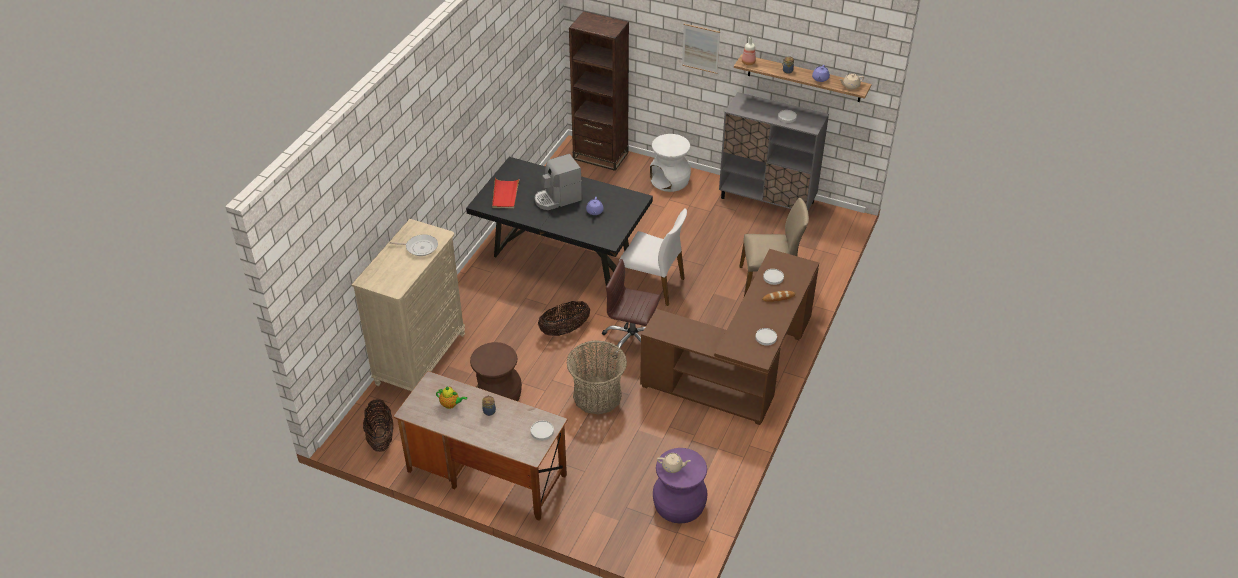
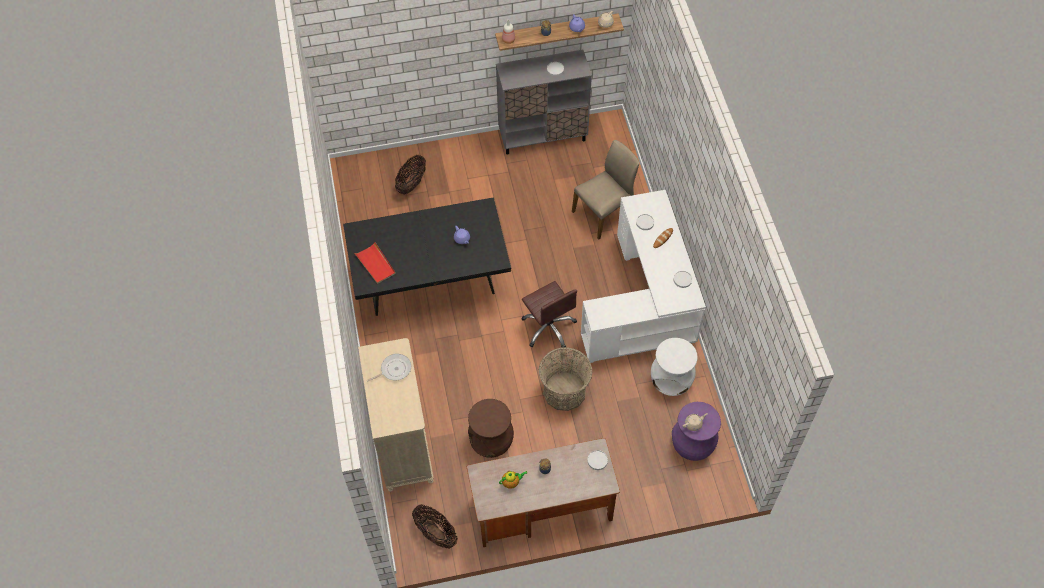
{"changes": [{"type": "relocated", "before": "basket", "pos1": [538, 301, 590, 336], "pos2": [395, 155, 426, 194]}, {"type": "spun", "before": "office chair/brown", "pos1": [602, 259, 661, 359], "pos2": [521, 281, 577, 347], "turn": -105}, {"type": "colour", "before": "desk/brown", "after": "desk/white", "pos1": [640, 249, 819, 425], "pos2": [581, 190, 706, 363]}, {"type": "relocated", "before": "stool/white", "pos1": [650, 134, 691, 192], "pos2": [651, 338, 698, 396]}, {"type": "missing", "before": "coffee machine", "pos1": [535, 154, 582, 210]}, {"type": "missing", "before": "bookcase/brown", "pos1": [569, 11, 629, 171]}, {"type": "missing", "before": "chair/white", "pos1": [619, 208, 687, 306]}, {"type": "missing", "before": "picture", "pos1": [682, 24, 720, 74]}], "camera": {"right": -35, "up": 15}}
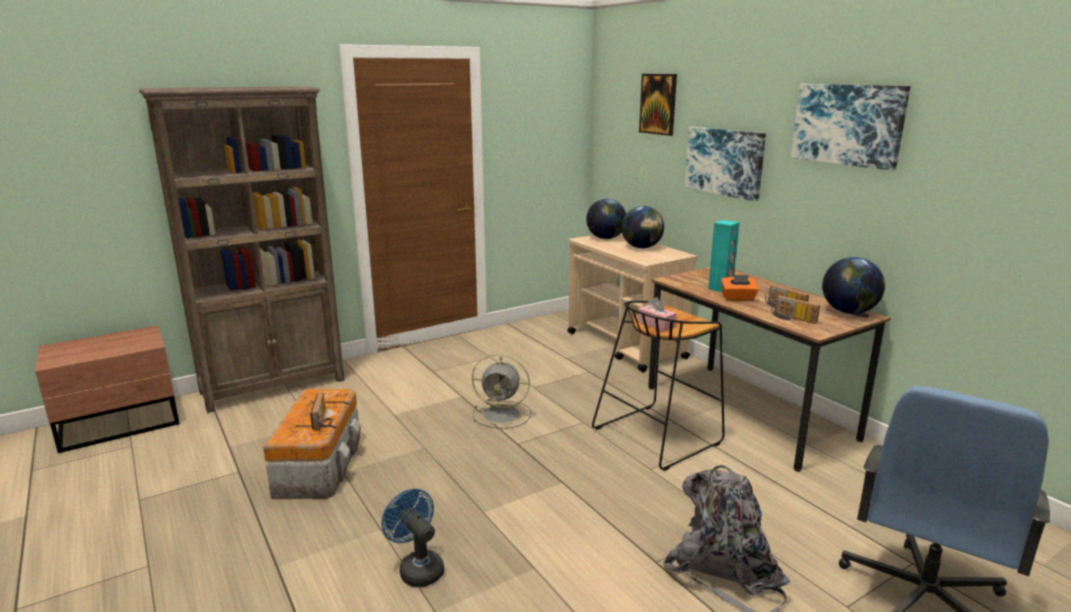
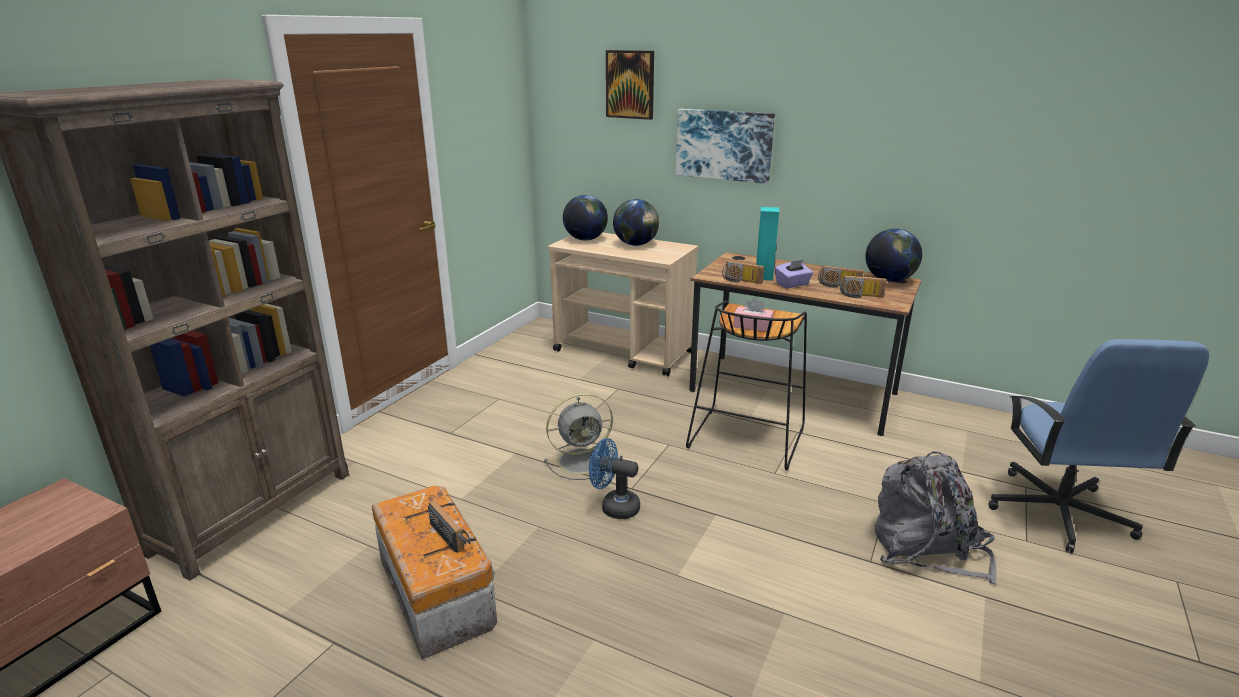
{"changes": [{"type": "relocated", "before": "fan/blue", "pos1": [382, 489, 444, 587], "pos2": [589, 438, 640, 519]}, {"type": "appeared", "after": "radio", "pos2": [722, 261, 764, 284]}, {"type": "colour", "before": "tissue box/orange", "after": "tissue box/purple", "pos1": [721, 274, 759, 301], "pos2": [775, 260, 813, 288]}, {"type": "missing", "before": "picture", "pos1": [791, 84, 910, 171]}], "camera": {"right": -30, "up": 5}}
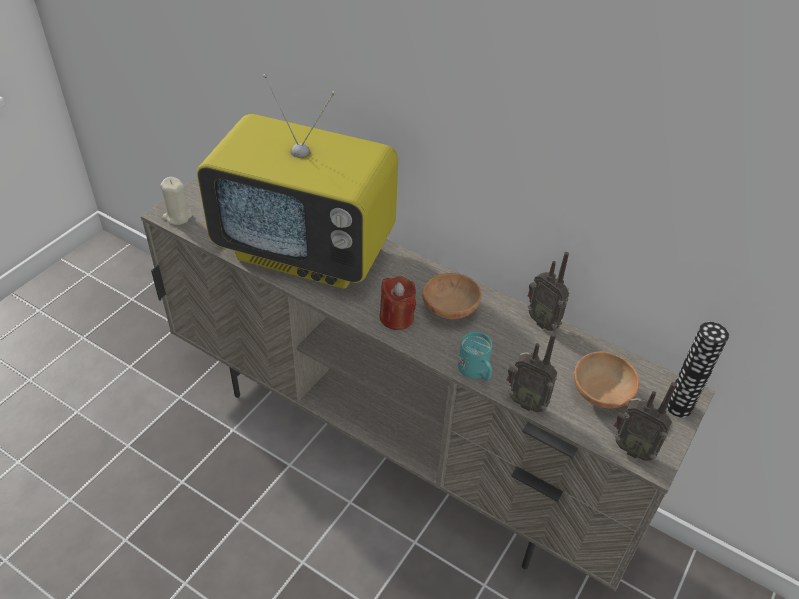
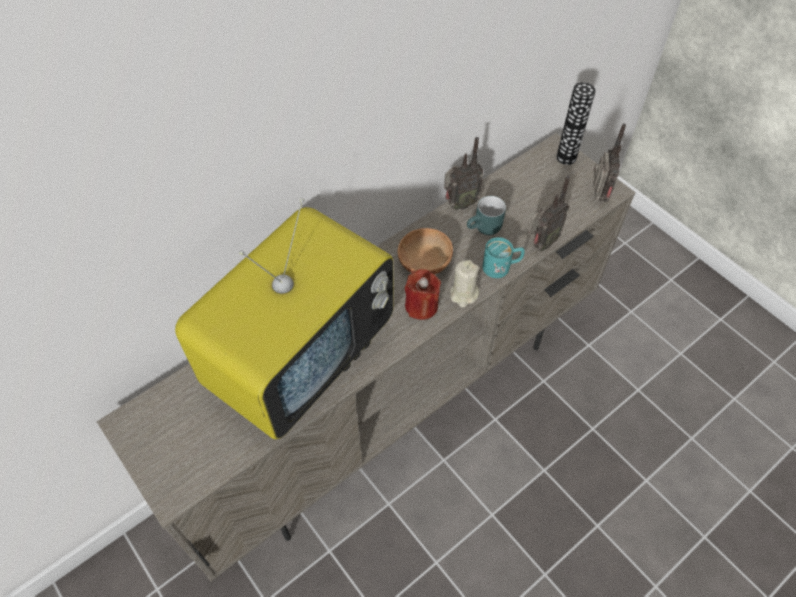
{"changes": [{"type": "relocated", "before": "candle/beige", "pos1": [160, 177, 193, 225], "pos2": [450, 260, 479, 308]}, {"type": "appeared", "after": "mug/turquoise", "pos2": [467, 196, 506, 235]}, {"type": "spun", "before": "radio", "pos1": [614, 382, 676, 461], "pos2": [593, 123, 626, 202], "turn": -45}, {"type": "missing", "before": "bowl/brown", "pos1": [574, 351, 639, 408]}], "camera": {"right": -70, "up": 10}}
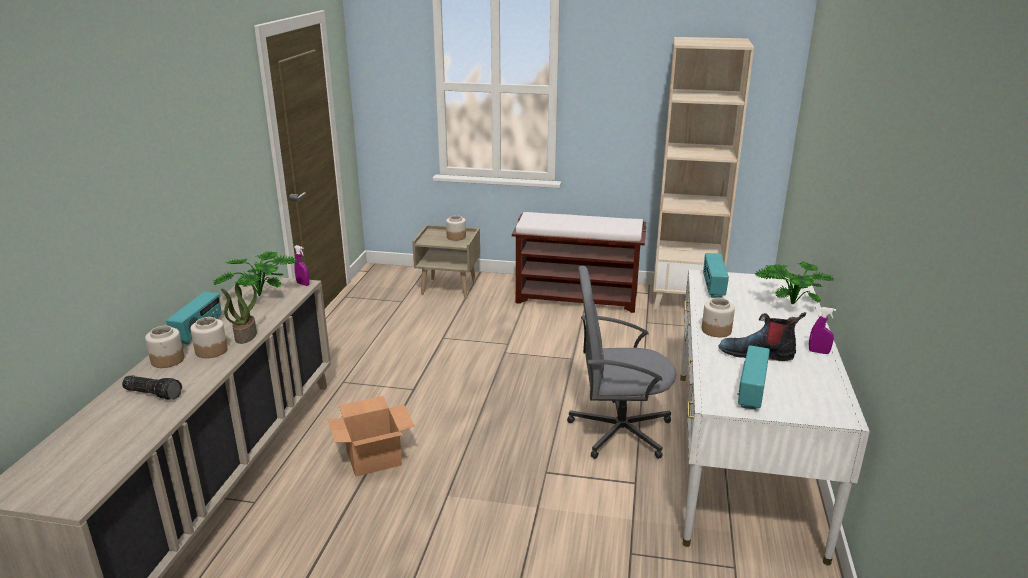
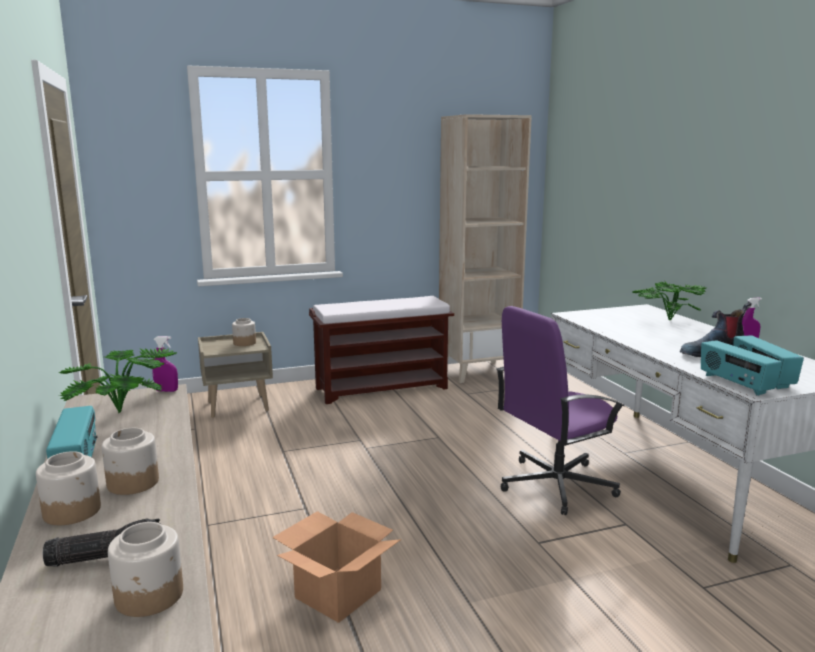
{"changes": [{"type": "relocated", "before": "jar", "pos1": [702, 298, 735, 337], "pos2": [108, 522, 183, 617]}, {"type": "colour", "before": "office chair/grey", "after": "office chair/purple", "pos1": [567, 266, 676, 459], "pos2": [496, 306, 624, 515]}, {"type": "relocated", "before": "radio", "pos1": [703, 253, 729, 298], "pos2": [701, 340, 782, 396]}, {"type": "missing", "before": "potted plant", "pos1": [221, 283, 257, 344]}], "camera": {"right": -30, "up": -10}}
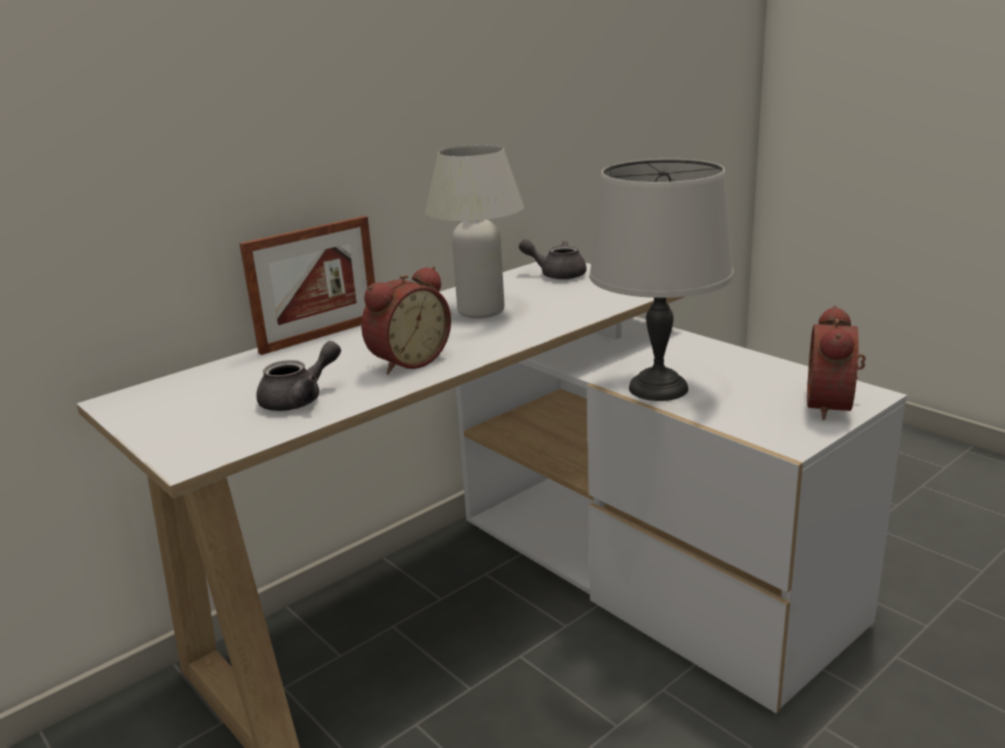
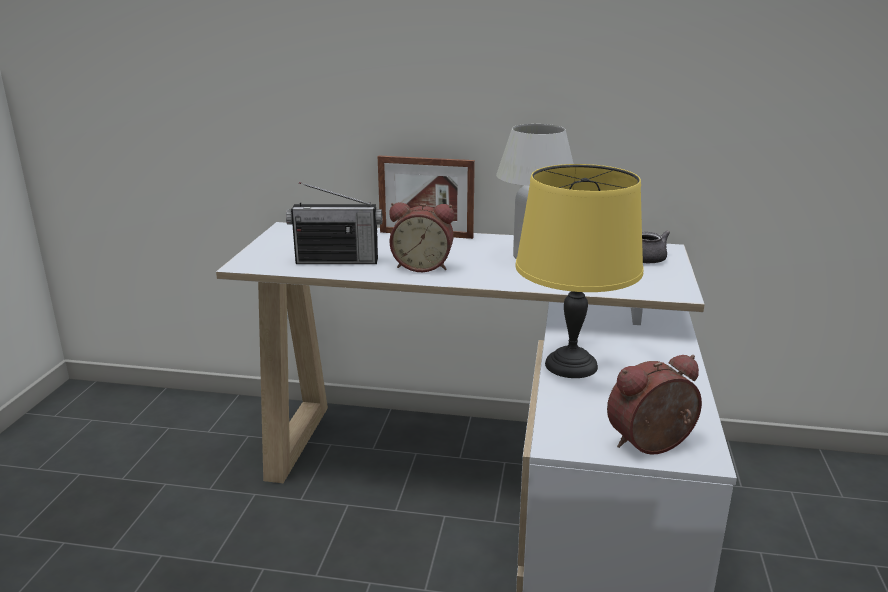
{"changes": [{"type": "exchanged", "before": "teapot/grey", "after": "radio", "pos1": [256, 341, 341, 411], "pos2": [286, 182, 382, 264]}, {"type": "colour", "before": "table lamp/grey", "after": "table lamp/yellow", "pos1": [589, 159, 734, 401], "pos2": [515, 164, 644, 378]}], "camera": {"right": 50, "up": 0}}
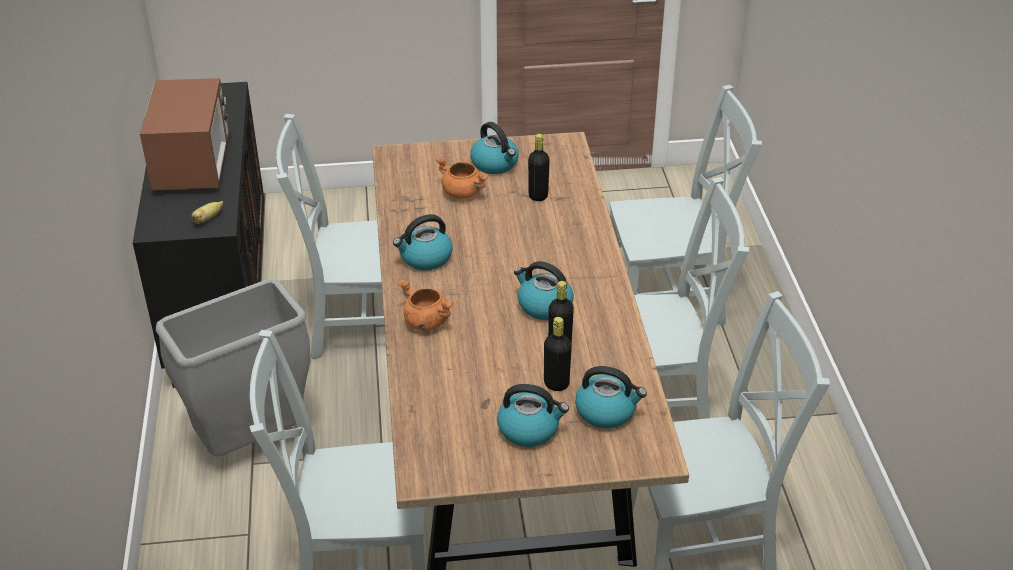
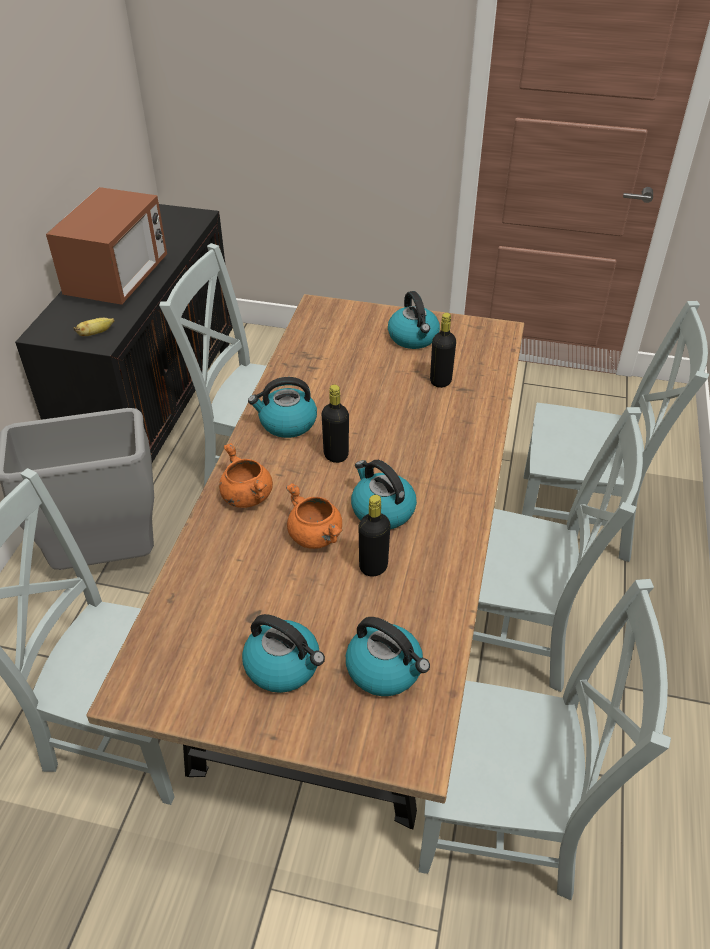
{"changes": [{"type": "relocated", "before": "cooking pot/orange", "pos1": [435, 157, 489, 199], "pos2": [286, 483, 342, 549]}, {"type": "relocated", "before": "bottle/black", "pos1": [544, 317, 572, 391], "pos2": [322, 385, 349, 463]}], "camera": {"right": 20, "up": 5}}
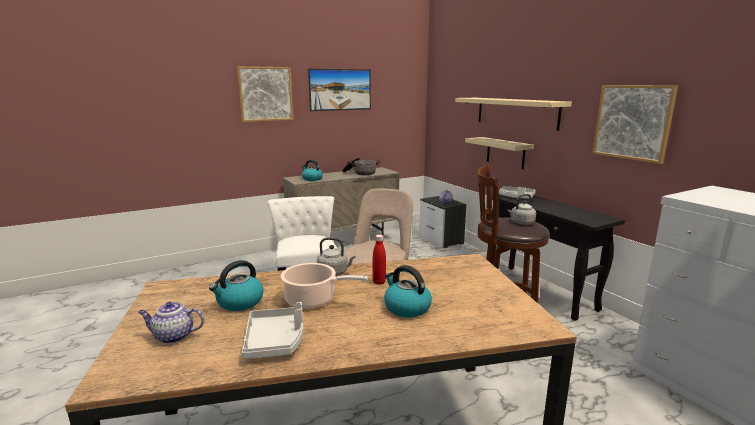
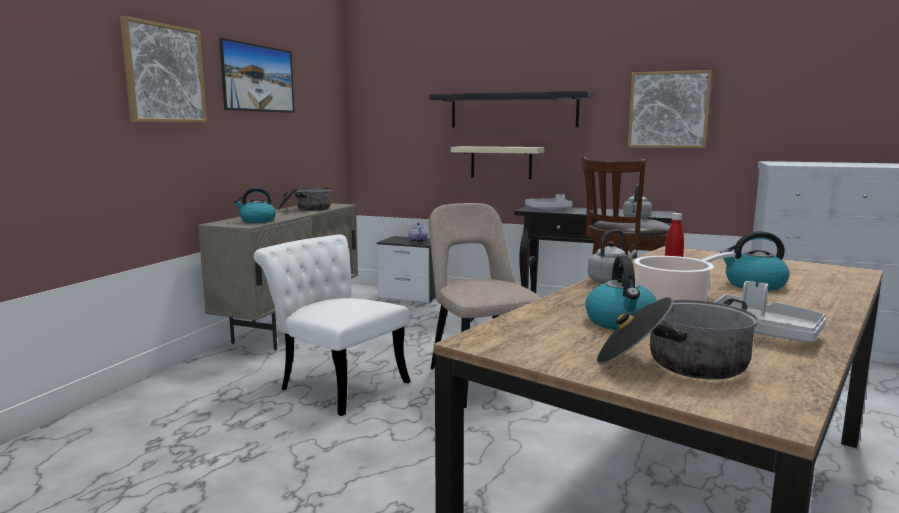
{"changes": [{"type": "colour", "before": "shelf/beige", "after": "shelf/black", "pos1": [455, 98, 572, 131], "pos2": [429, 91, 593, 127]}, {"type": "exchanged", "before": "teapot", "after": "cooking pot", "pos1": [138, 302, 204, 344], "pos2": [596, 297, 758, 380]}], "camera": {"right": -40, "up": -5}}
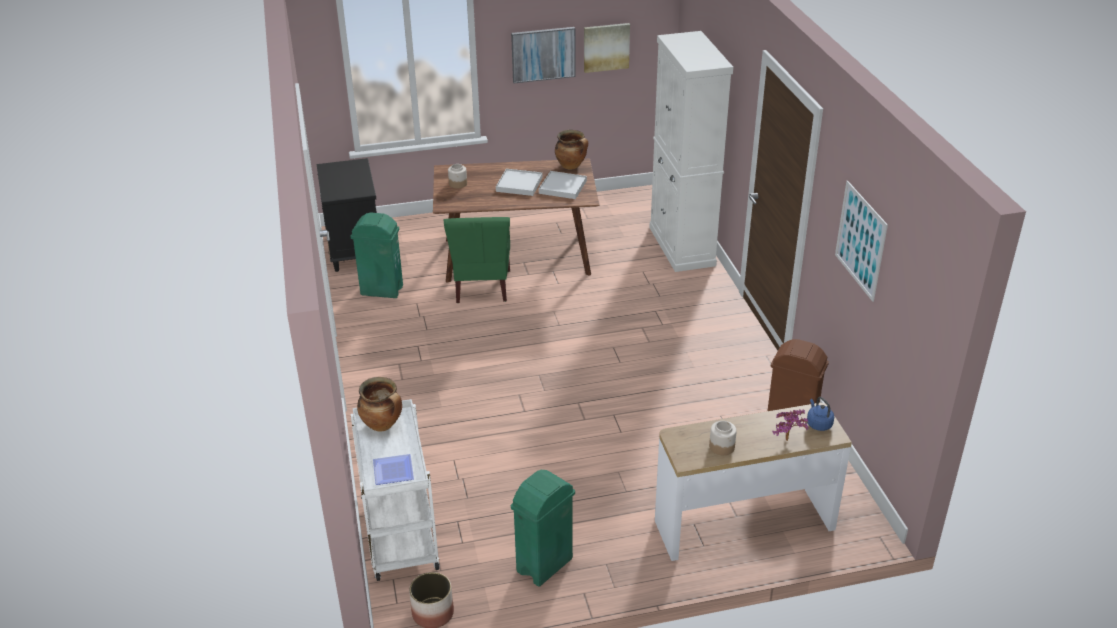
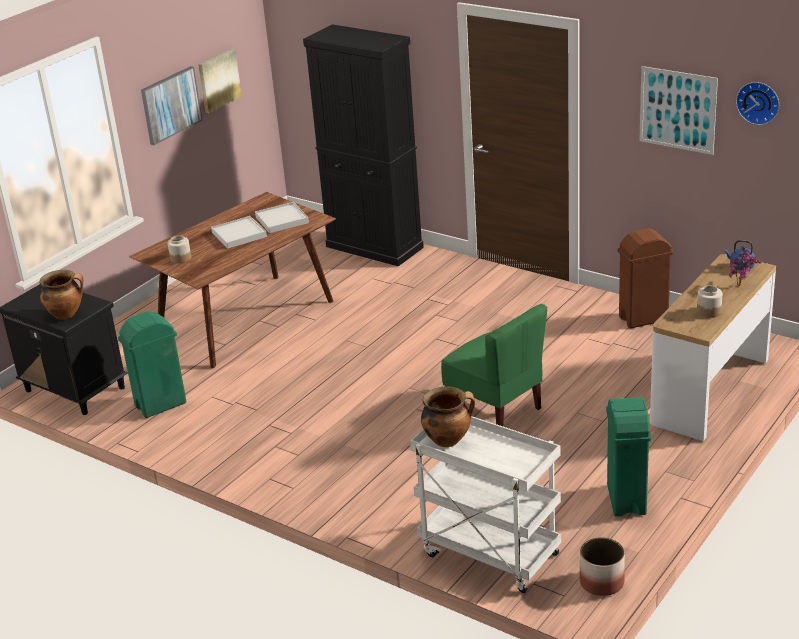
{"changes": [{"type": "relocated", "before": "cooking pot", "pos1": [555, 130, 588, 170], "pos2": [40, 270, 83, 320]}, {"type": "colour", "before": "cabinet/white", "after": "cabinet/black", "pos1": [649, 31, 733, 272], "pos2": [303, 24, 424, 266]}, {"type": "relocated", "before": "chair/green", "pos1": [444, 217, 510, 303], "pos2": [441, 304, 547, 426]}, {"type": "appeared", "after": "wall clock", "pos2": [736, 82, 779, 125]}, {"type": "missing", "before": "plate", "pos1": [373, 454, 414, 485]}], "camera": {"right": -40, "up": -5}}
